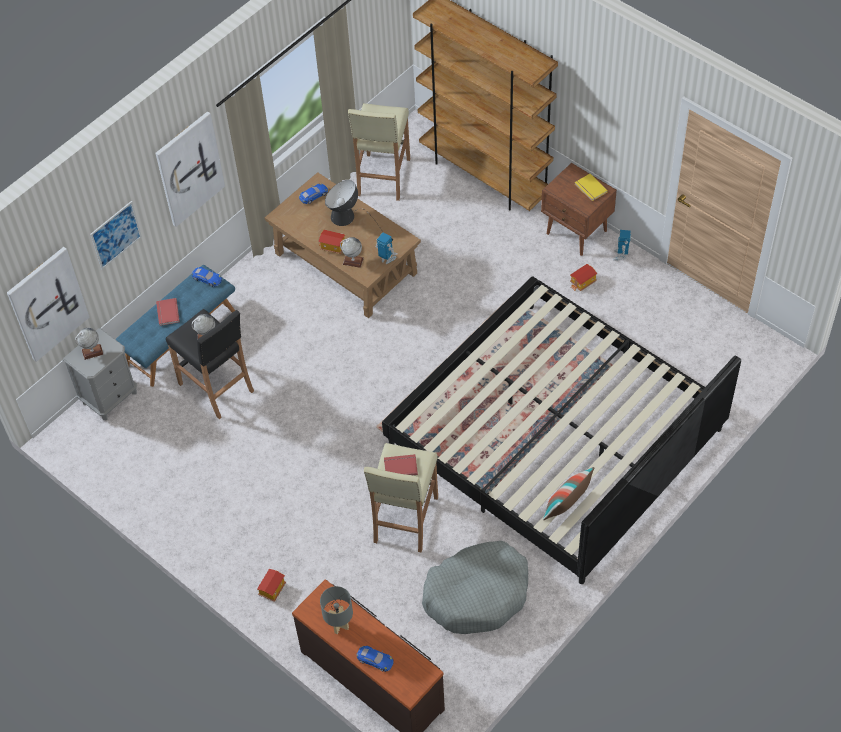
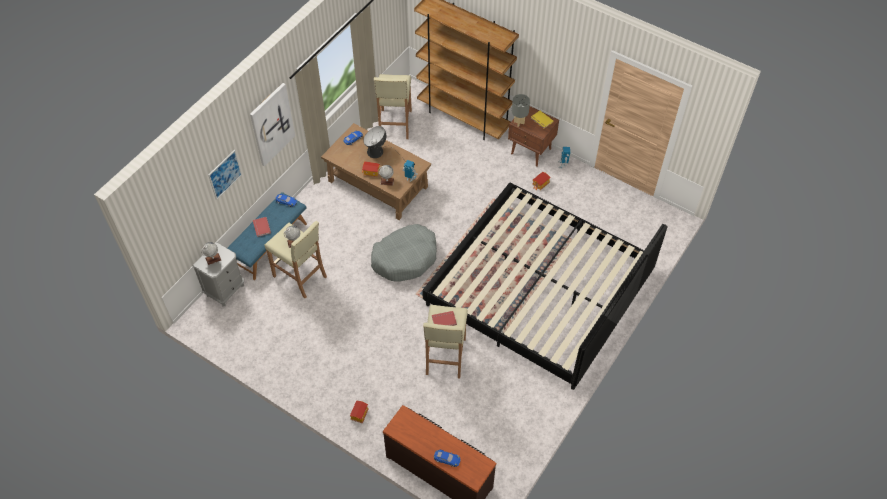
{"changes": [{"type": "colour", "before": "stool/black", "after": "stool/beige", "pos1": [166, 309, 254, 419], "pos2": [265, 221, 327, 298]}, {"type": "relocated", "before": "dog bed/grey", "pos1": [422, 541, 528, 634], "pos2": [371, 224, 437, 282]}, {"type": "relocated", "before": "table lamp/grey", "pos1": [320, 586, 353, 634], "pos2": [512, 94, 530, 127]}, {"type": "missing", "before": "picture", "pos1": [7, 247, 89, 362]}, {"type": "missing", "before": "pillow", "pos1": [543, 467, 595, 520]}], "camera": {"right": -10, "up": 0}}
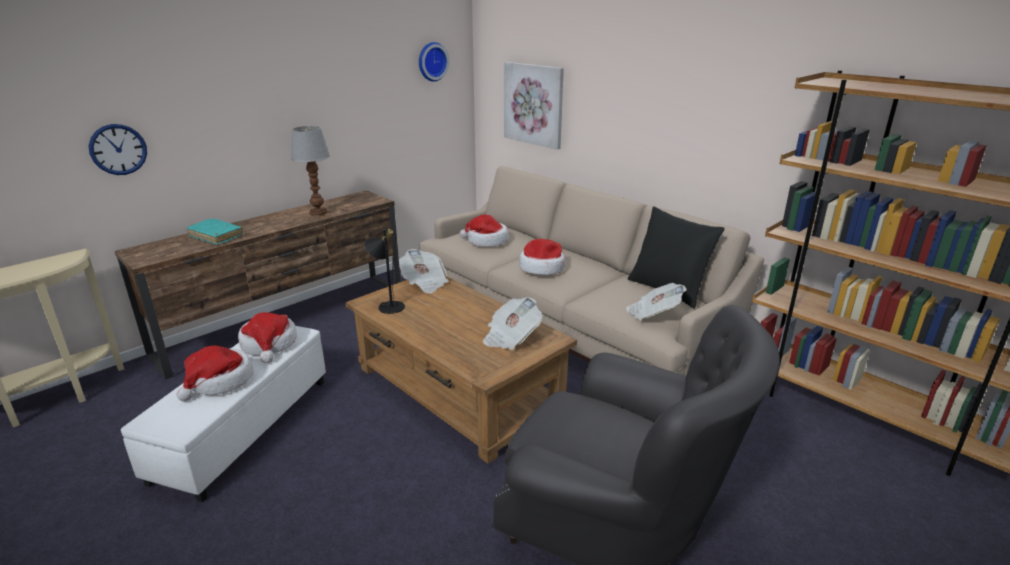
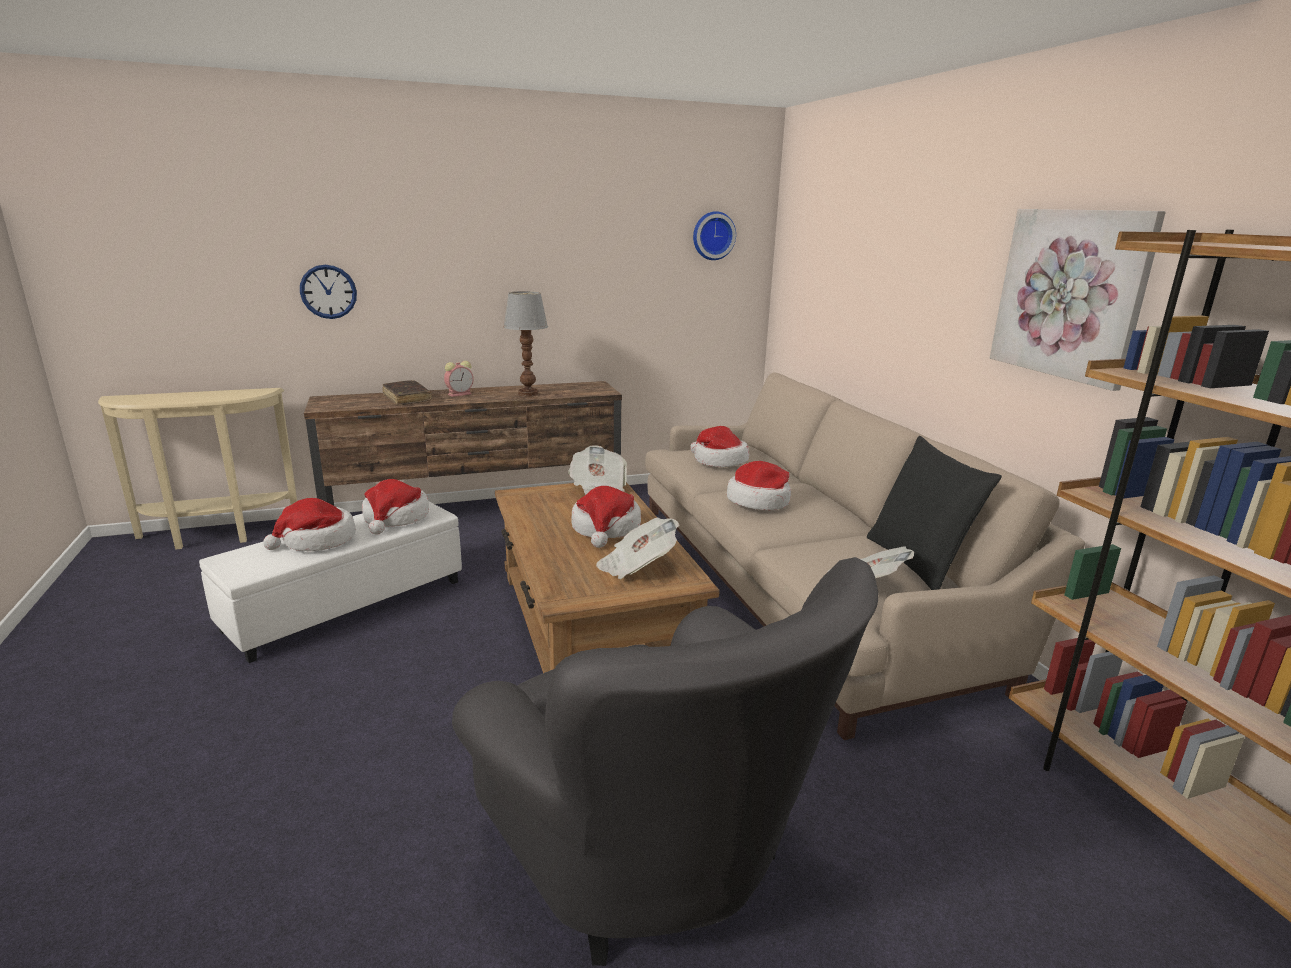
{"changes": [{"type": "colour", "before": "book/turquoise", "after": "book/brown", "pos1": [187, 218, 243, 245], "pos2": [382, 380, 432, 405]}, {"type": "appeared", "after": "alarm clock", "pos2": [444, 361, 474, 397]}, {"type": "appeared", "after": "hat", "pos2": [572, 486, 641, 548]}, {"type": "relocated", "before": "picture", "pos1": [504, 62, 564, 150], "pos2": [990, 209, 1166, 391]}, {"type": "missing", "before": "table lamp/black", "pos1": [364, 229, 405, 314]}], "camera": {"right": 25, "up": -5}}
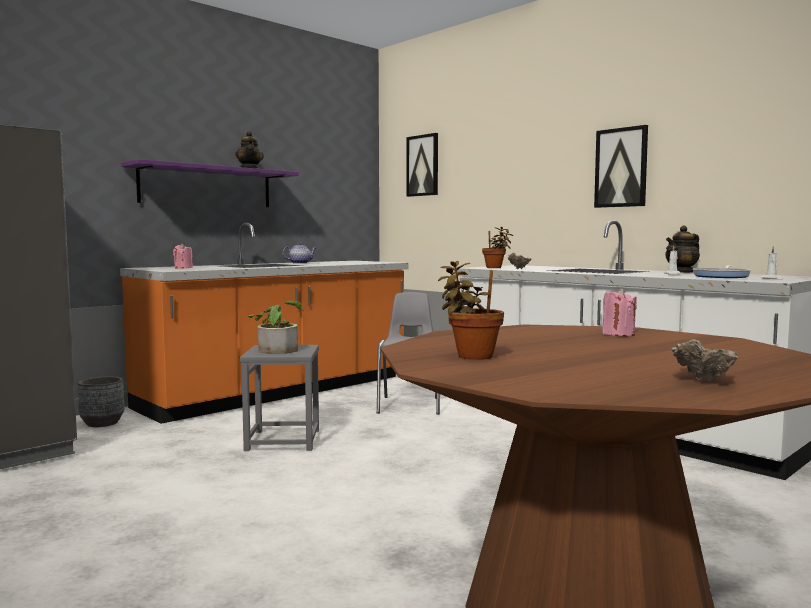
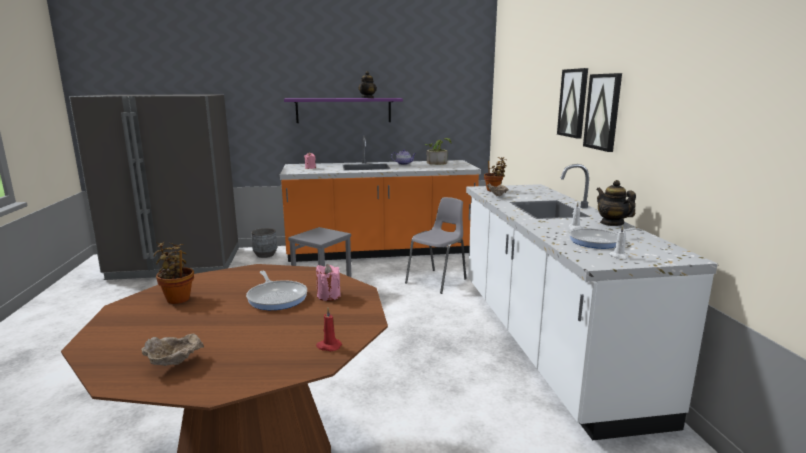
{"changes": [{"type": "appeared", "after": "frying pan", "pos2": [246, 271, 307, 310]}, {"type": "appeared", "after": "candle/red", "pos2": [316, 308, 342, 351]}, {"type": "relocated", "before": "potted plant", "pos1": [247, 301, 303, 354], "pos2": [425, 138, 452, 165]}, {"type": "relocated", "before": "picture", "pos1": [406, 133, 438, 197], "pos2": [557, 68, 588, 139]}, {"type": "spun", "before": "teapot", "pos1": [665, 226, 700, 273], "pos2": [596, 180, 636, 226], "turn": 60}], "camera": {"right": 35, "up": 10}}
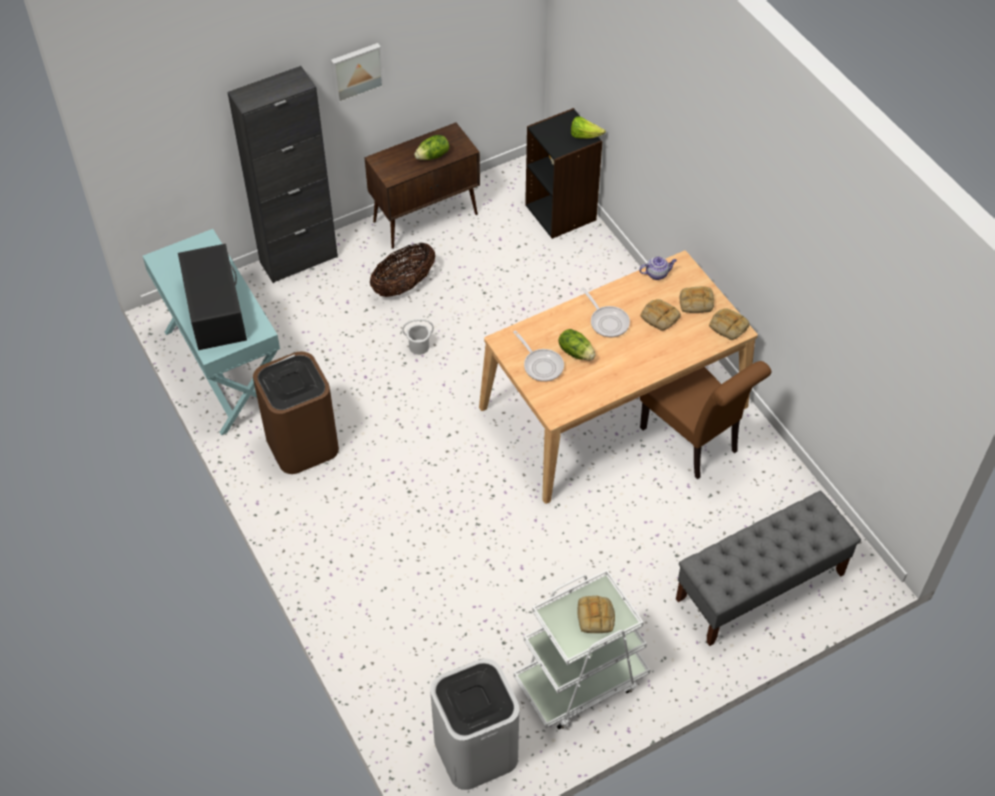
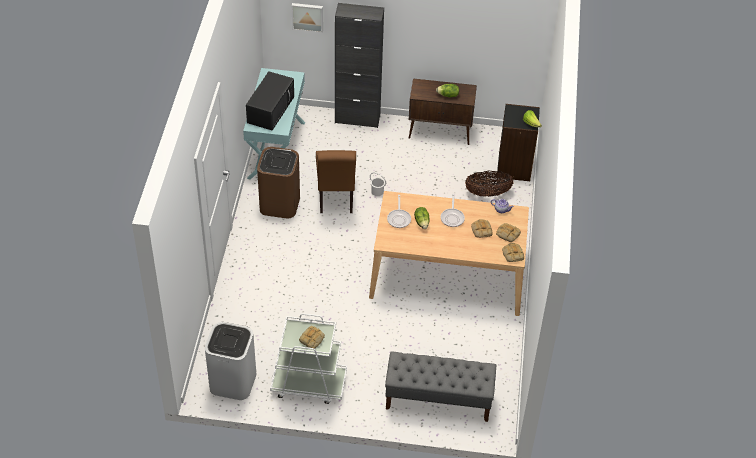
{"changes": [{"type": "relocated", "before": "picture", "pos1": [331, 43, 384, 104], "pos2": [292, 3, 323, 33]}, {"type": "relocated", "before": "chair/brown", "pos1": [640, 361, 771, 479], "pos2": [316, 150, 356, 213]}, {"type": "relocated", "before": "basket", "pos1": [370, 242, 435, 297], "pos2": [465, 171, 513, 197]}], "camera": {"right": 35, "up": -5}}
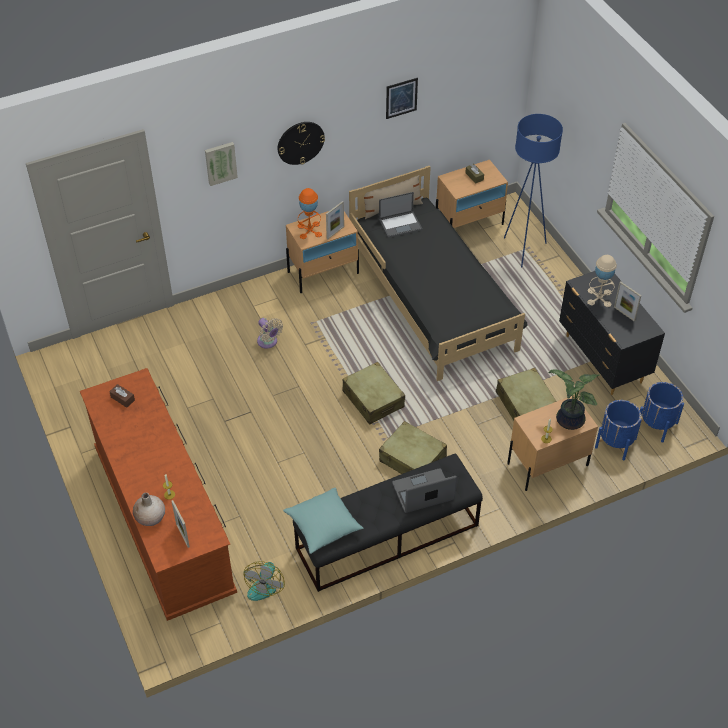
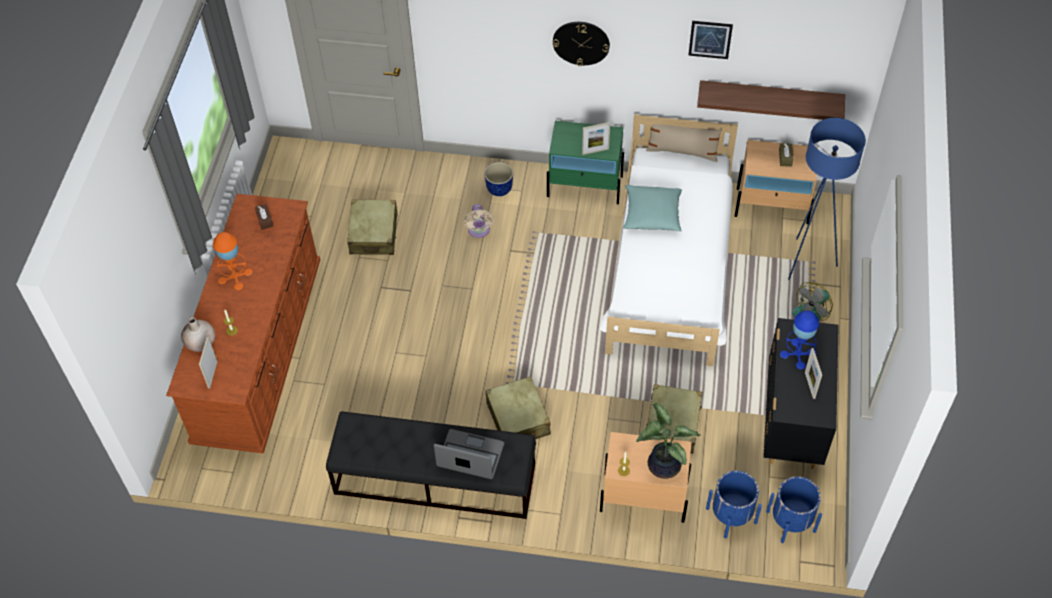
{"changes": [{"type": "relocated", "before": "table lamp/orange", "pos1": [298, 188, 322, 239], "pos2": [213, 232, 253, 290]}, {"type": "relocated", "before": "suitcase/beige", "pos1": [342, 362, 405, 425], "pos2": [347, 199, 398, 255]}, {"type": "appeared", "after": "planter", "pos2": [484, 162, 513, 196]}, {"type": "colour", "before": "nightstand/beige", "after": "nightstand/green", "pos1": [286, 211, 359, 293], "pos2": [547, 121, 624, 204]}, {"type": "colour", "before": "bed/black", "after": "bed/white", "pos1": [349, 166, 528, 381], "pos2": [600, 114, 738, 366]}, {"type": "relocated", "before": "pillow/turquoise", "pos1": [283, 487, 364, 554], "pos2": [623, 185, 682, 231]}, {"type": "appeared", "after": "shelf", "pos2": [697, 80, 845, 120]}, {"type": "colour", "before": "table lamp/beige", "after": "table lamp/blue", "pos1": [587, 255, 617, 307], "pos2": [780, 311, 819, 369]}, {"type": "relocated", "before": "fan", "pos1": [243, 561, 285, 601], "pos2": [792, 282, 833, 321]}, {"type": "missing", "before": "picture", "pos1": [205, 142, 238, 186]}, {"type": "missing", "before": "laptop", "pos1": [379, 192, 422, 238]}], "camera": {"right": 35, "up": 5}}
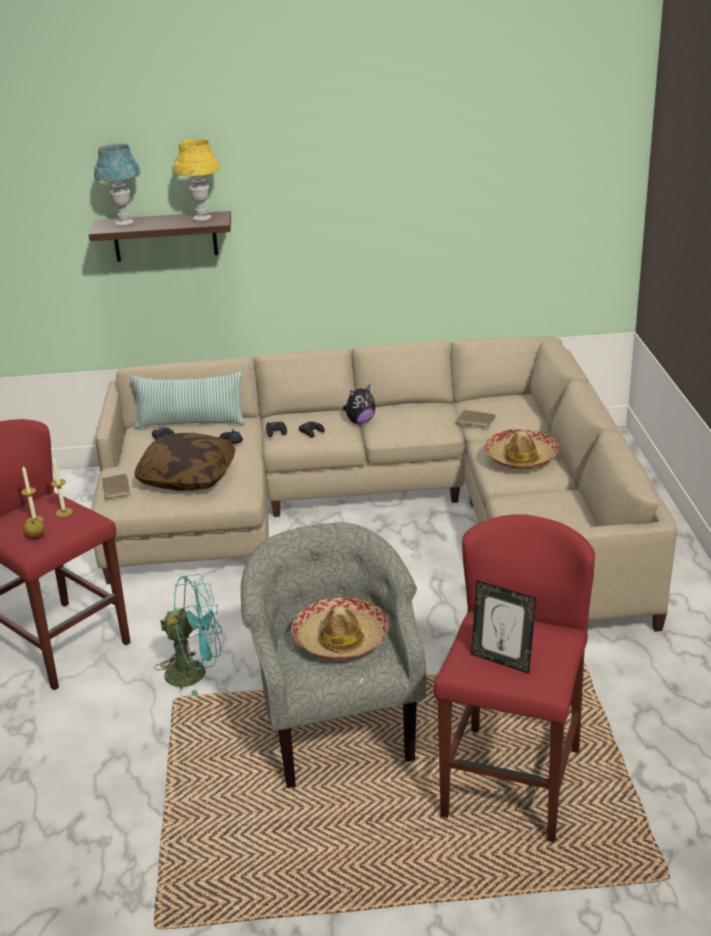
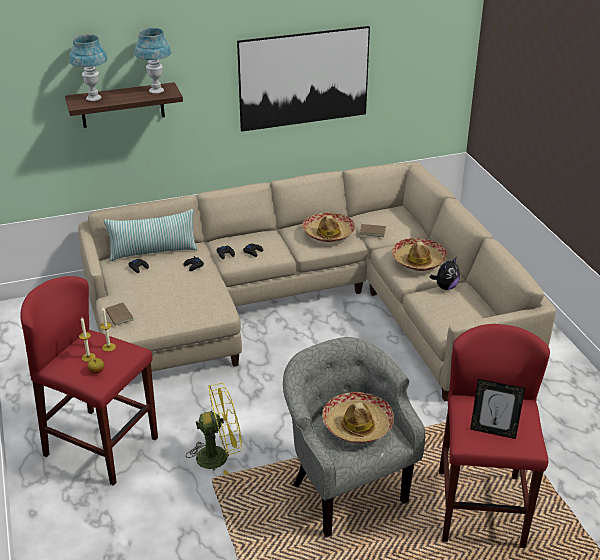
{"changes": [{"type": "colour", "before": "table lamp/yellow", "after": "table lamp/blue", "pos1": [174, 139, 220, 221], "pos2": [134, 28, 172, 94]}, {"type": "colour", "before": "fan/turquoise", "after": "fan/yellow", "pos1": [154, 574, 222, 695], "pos2": [186, 383, 242, 474]}, {"type": "appeared", "after": "picture", "pos2": [237, 26, 370, 132]}, {"type": "appeared", "after": "hat", "pos2": [302, 212, 355, 242]}, {"type": "relocated", "before": "plush toy", "pos1": [343, 385, 376, 424], "pos2": [430, 258, 460, 290]}, {"type": "missing", "before": "pillow", "pos1": [134, 433, 235, 491]}], "camera": {"right": -15, "up": 5}}
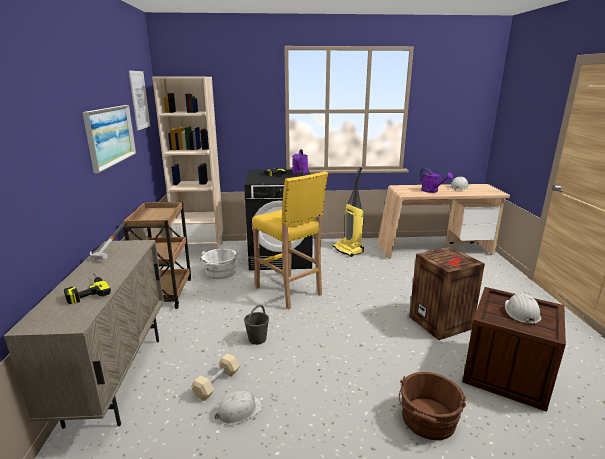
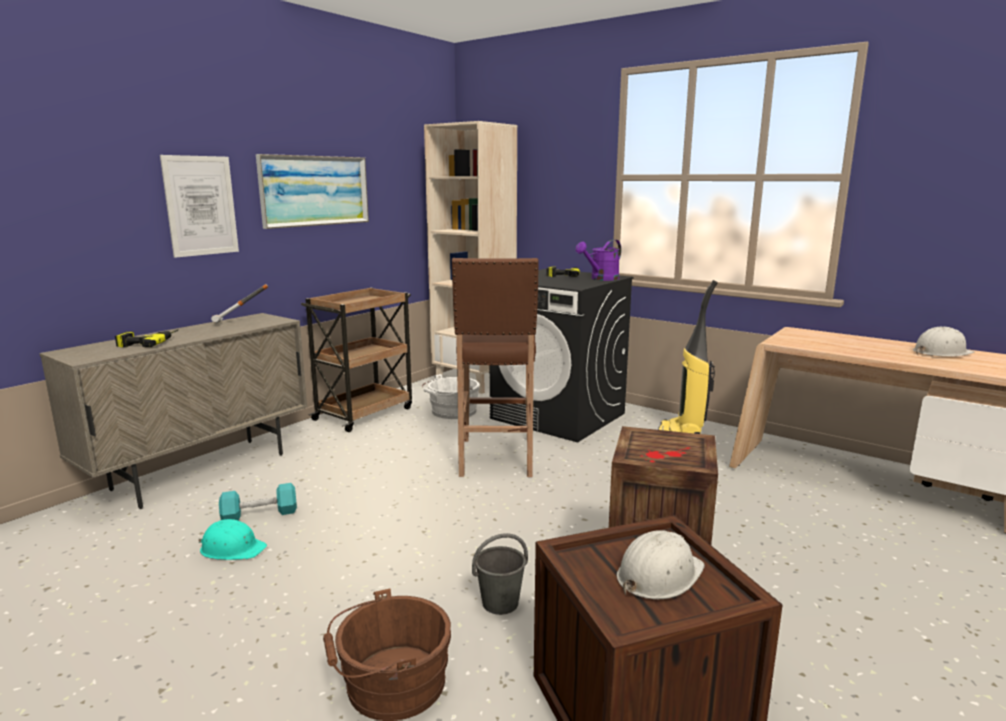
{"changes": [{"type": "relocated", "before": "picture", "pos1": [129, 71, 150, 130], "pos2": [160, 155, 239, 258]}, {"type": "colour", "before": "hard hat/white", "after": "hard hat/turquoise", "pos1": [215, 391, 263, 425], "pos2": [199, 519, 267, 560]}, {"type": "colour", "before": "dumbbell/beige", "after": "dumbbell/turquoise", "pos1": [191, 354, 240, 401], "pos2": [219, 483, 297, 520]}, {"type": "colour", "before": "stool/yellow", "after": "stool/brown", "pos1": [252, 171, 328, 310], "pos2": [452, 258, 539, 477]}, {"type": "relocated", "before": "bucket/grey", "pos1": [244, 305, 269, 345], "pos2": [472, 533, 528, 615]}, {"type": "missing", "before": "watering can/purple", "pos1": [420, 168, 453, 193]}], "camera": {"right": 40, "up": -5}}
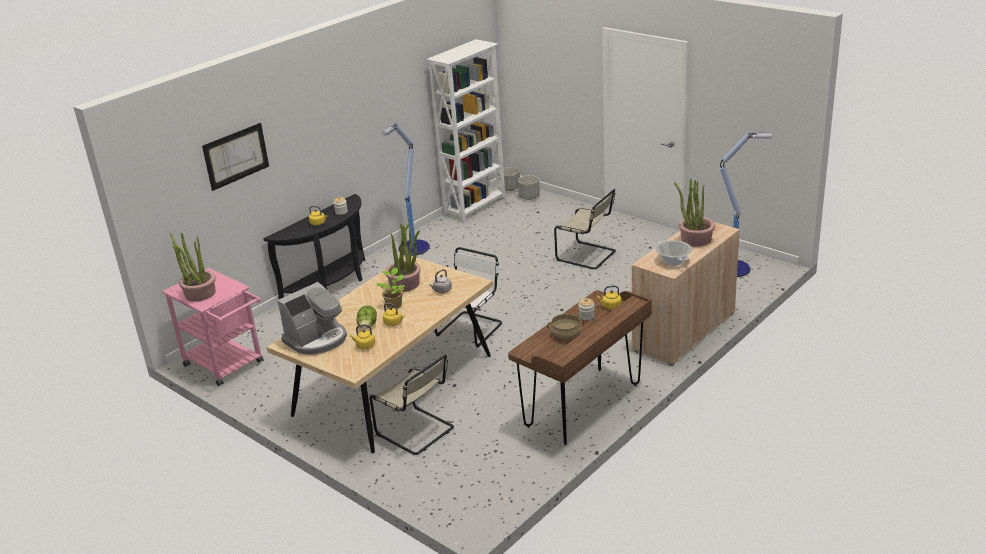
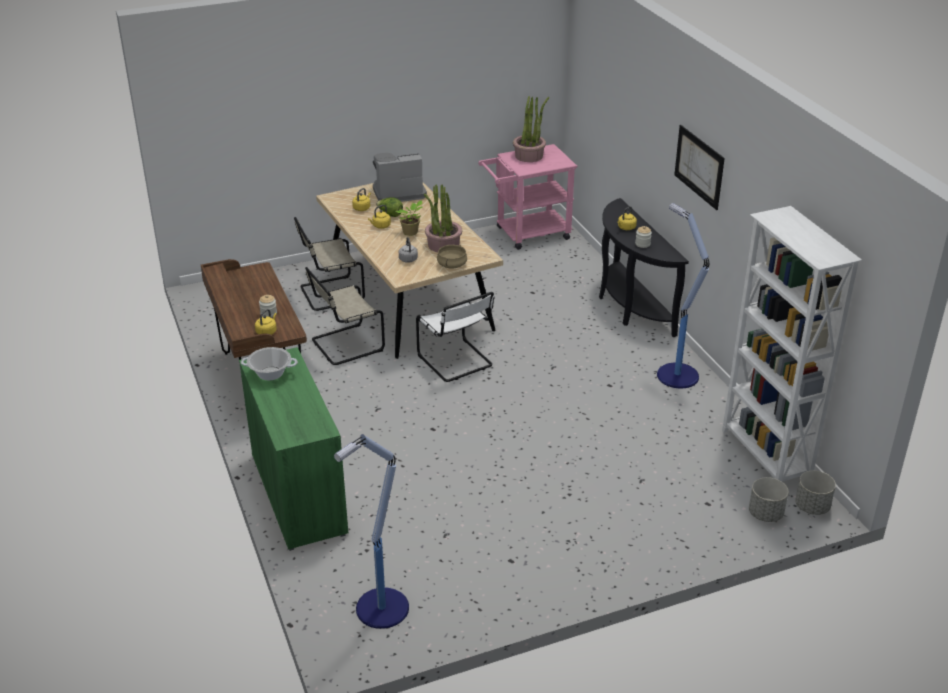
{"changes": [{"type": "colour", "before": "cabinet/beige", "after": "cabinet/green", "pos1": [632, 222, 740, 366], "pos2": [239, 347, 348, 551]}, {"type": "relocated", "before": "chair/beige", "pos1": [554, 189, 616, 269], "pos2": [305, 267, 385, 365]}, {"type": "spun", "before": "coffee machine", "pos1": [277, 282, 347, 355], "pos2": [373, 153, 427, 202], "turn": 90}, {"type": "relocated", "before": "cooking pot/beige", "pos1": [547, 314, 584, 339], "pos2": [437, 245, 467, 269]}, {"type": "relocated", "before": "picture", "pos1": [202, 123, 269, 191], "pos2": [674, 125, 725, 210]}, {"type": "missing", "before": "potted plant", "pos1": [674, 179, 715, 247]}], "camera": {"right": 115, "up": 5}}
